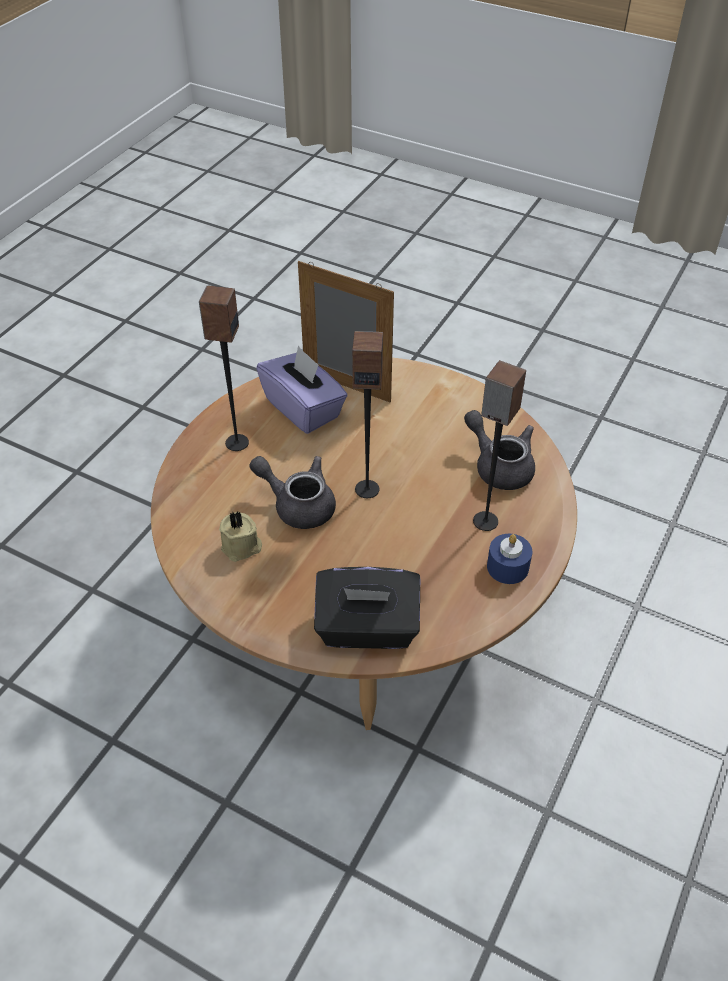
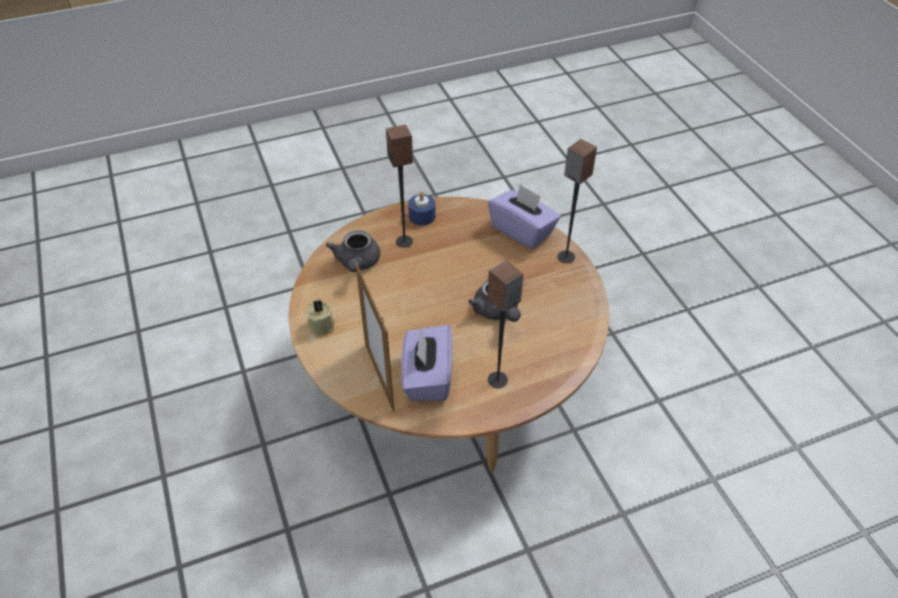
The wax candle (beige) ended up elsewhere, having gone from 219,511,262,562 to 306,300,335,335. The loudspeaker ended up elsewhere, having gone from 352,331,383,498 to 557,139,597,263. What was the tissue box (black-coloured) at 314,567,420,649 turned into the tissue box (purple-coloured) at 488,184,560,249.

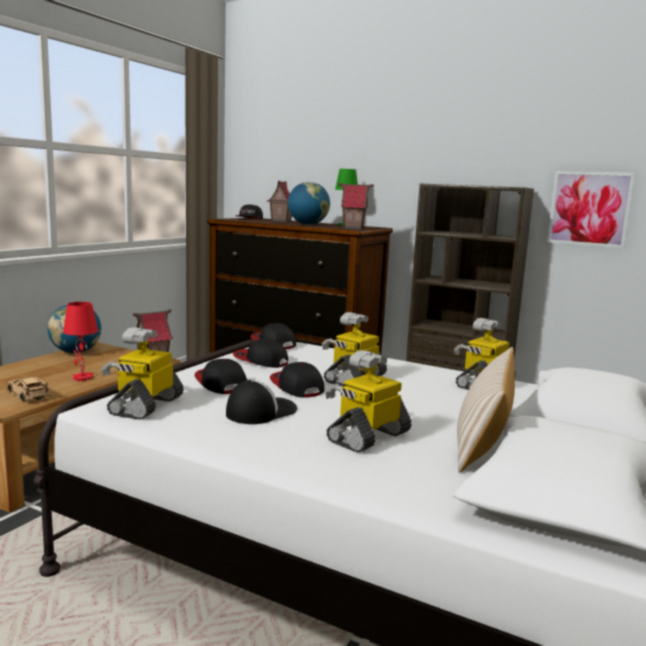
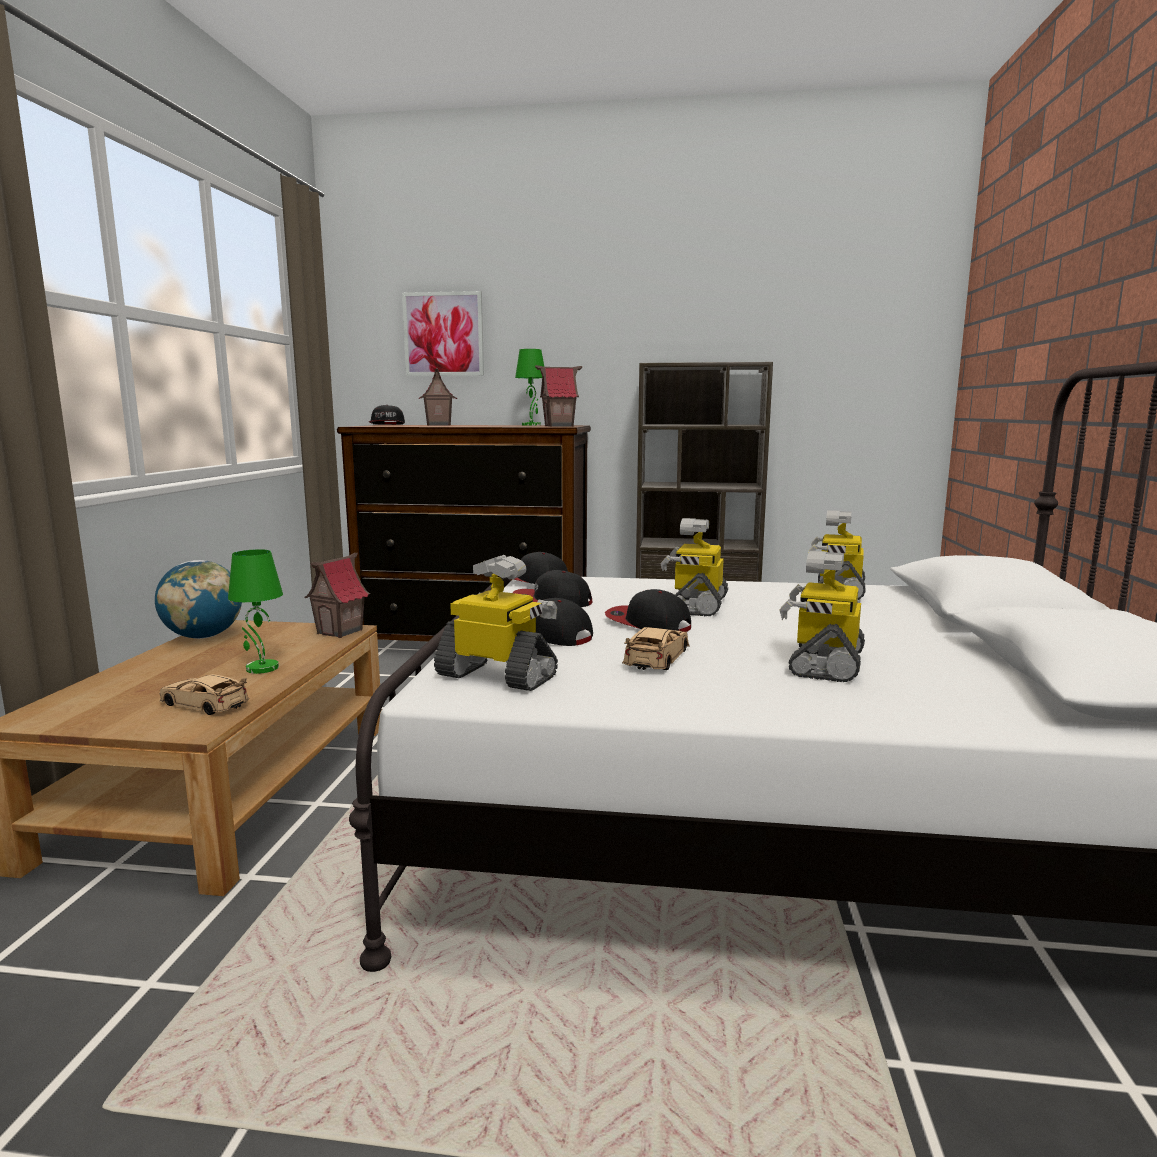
The second view lost the world globe at 288,182,330,225. The second view lost the throw pillow (beige) at 457,347,515,473. The wall art ended up elsewhere, having gone from 547,171,635,249 to 402,291,484,376. Where the baseball cap stood at 226,380,297,424, the miniature car (beige) came to stand at 622,627,690,670. What was the table lamp (red-coloured) at 63,302,98,381 turned into the table lamp (greenish) at 228,549,283,674. The model robot at 101,327,184,420 ended up facing another way, 120 degrees clockwise from before.

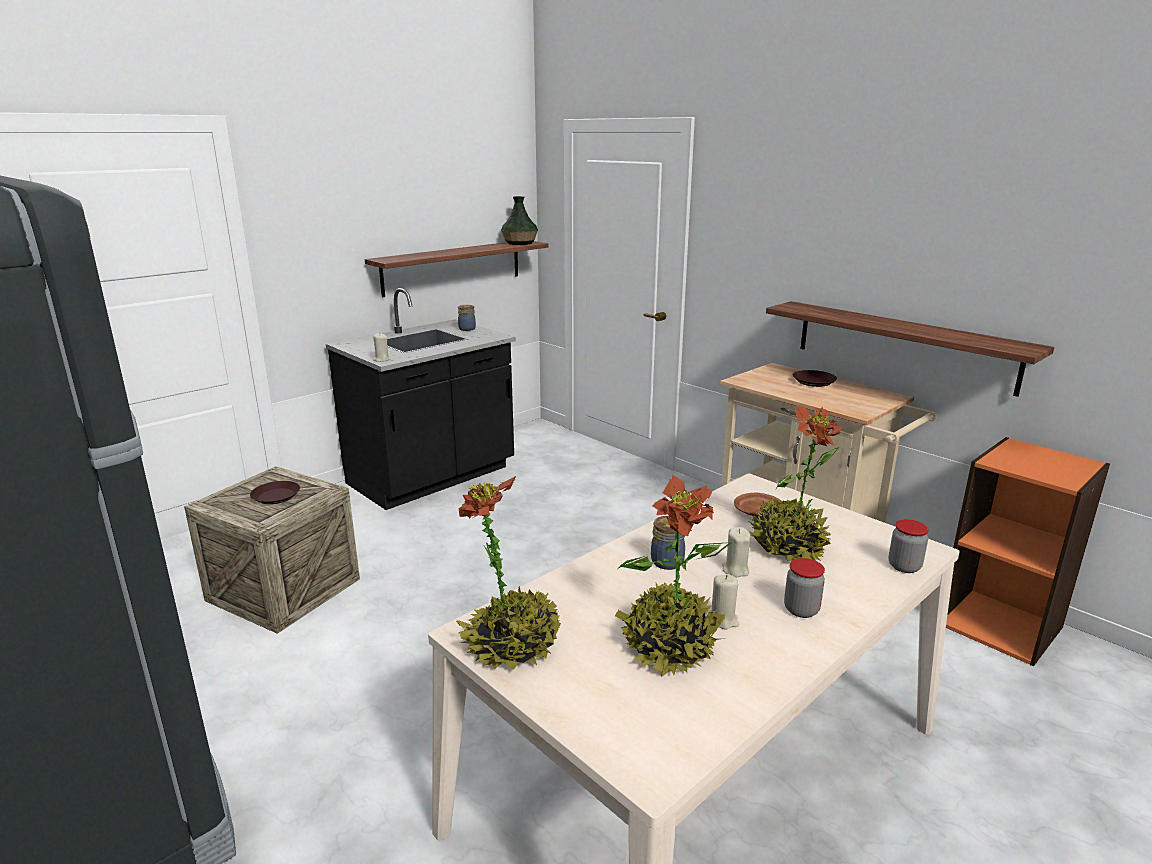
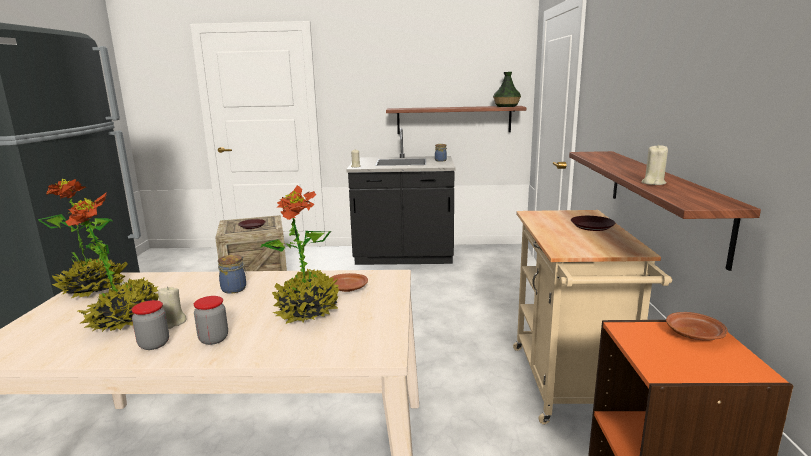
The second view gained the plate (brown) at 666,312,728,341. The wax candle (beige) ended up elsewhere, having gone from 722,527,750,577 to 641,144,668,185. The storage jar ended up elsewhere, having gone from 889,519,929,573 to 132,300,169,350.

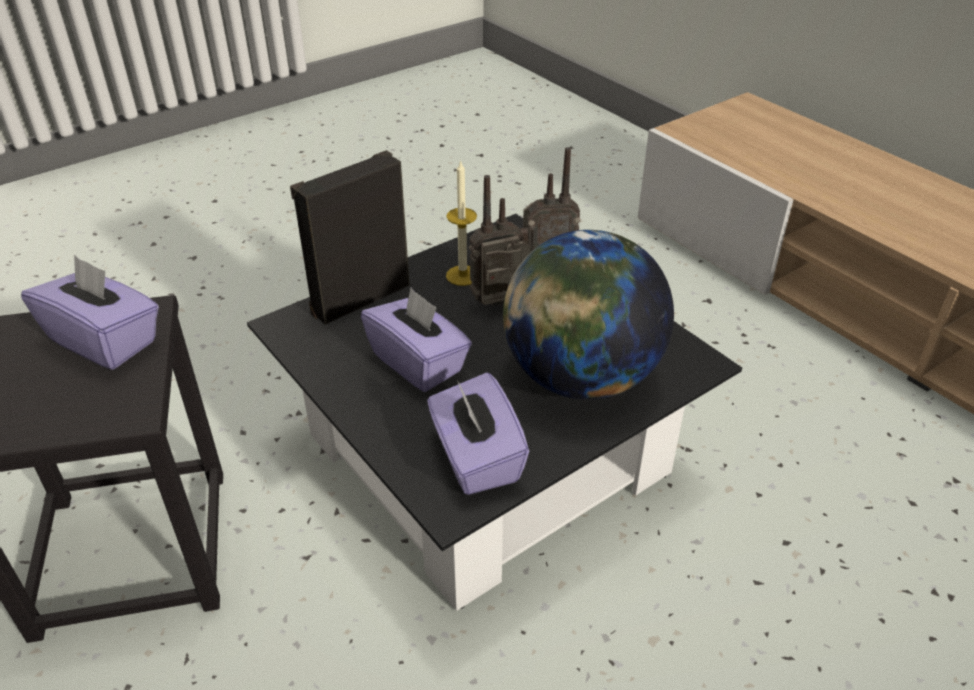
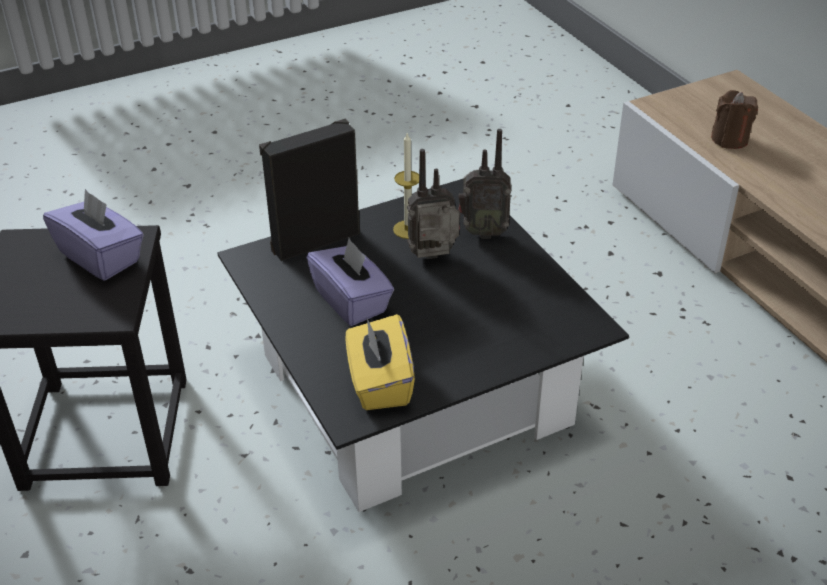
The second view lost the world globe at 503,230,674,400. The second view gained the wax candle (brown) at 711,90,758,149. What was the tissue box (purple-coloured) at 427,372,529,495 turned into the tissue box (yellow-coloured) at 345,314,415,410.

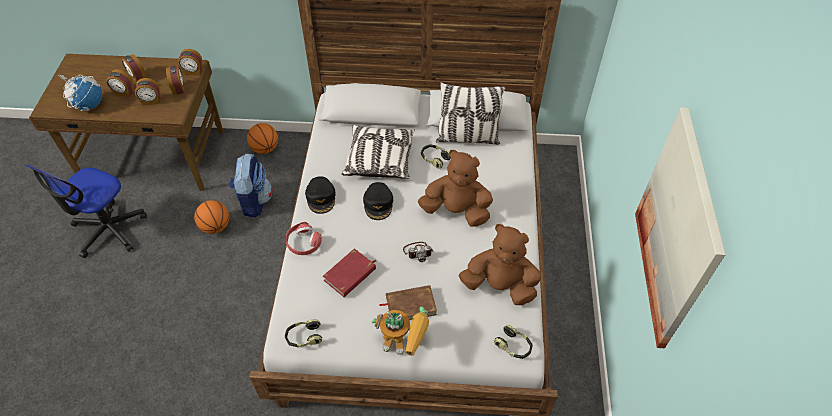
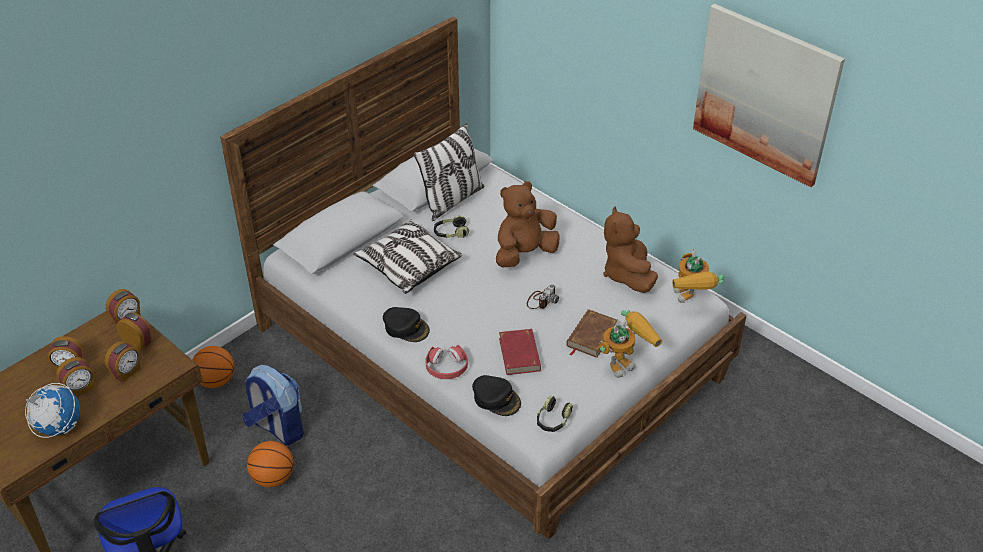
The baseball cap (black-coloured) ended up elsewhere, having gone from 363,182,393,220 to 472,375,521,416. Where the headphones stood at 494,325,533,359, the model robot came to stand at 672,248,724,303. The plush toy (brown) at 459,224,541,305 ended up facing another way, 60 degrees counterclockwise from before.

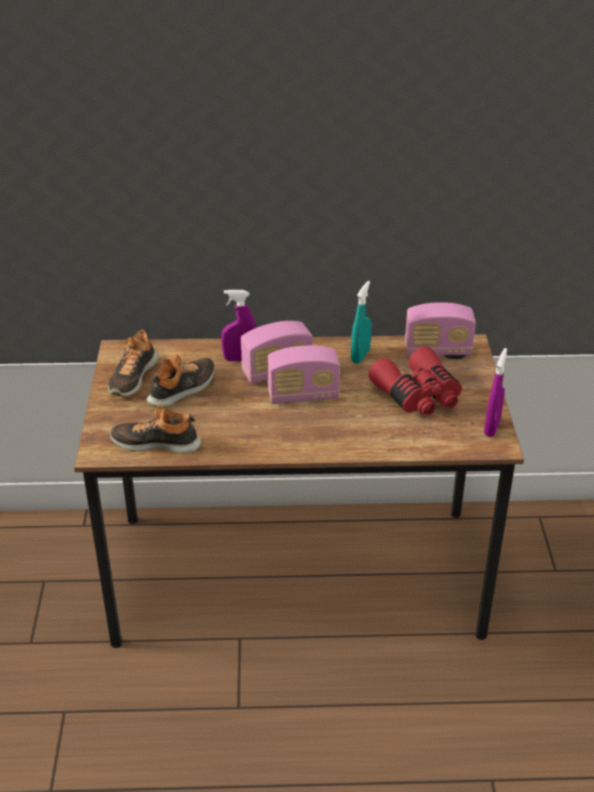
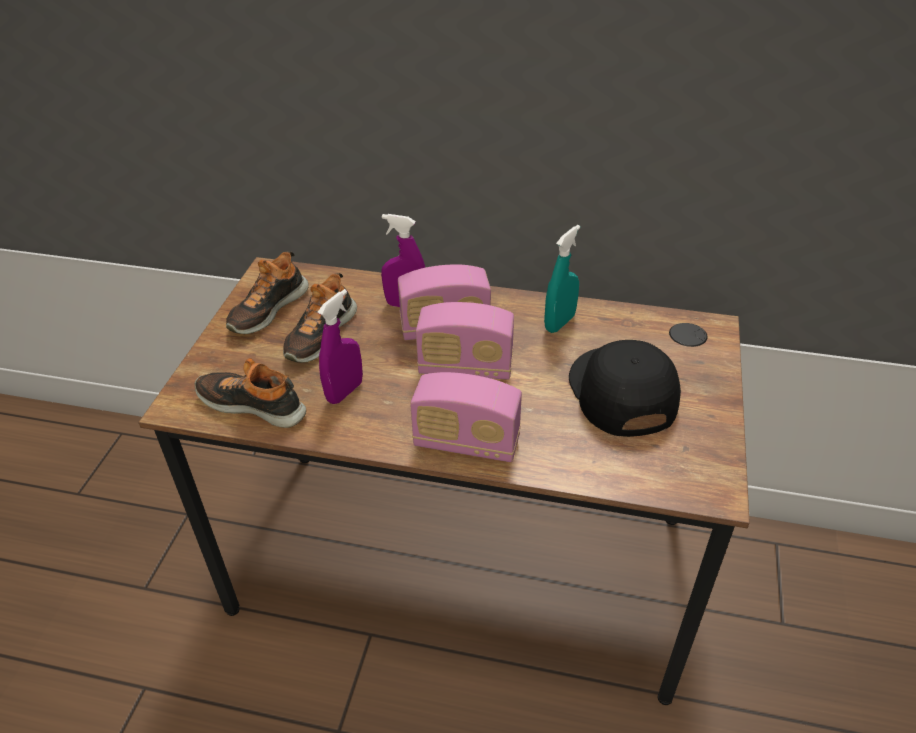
The radio receiver ended up elsewhere, having gone from 405,302,476,356 to 410,372,522,462. The sprayer (purple-coloured) ended up elsewhere, having gone from 484,348,507,437 to 317,289,363,404. Where the pair of binoculars (red-coloured) stood at 368,346,462,416, the baseball cap (black-coloured) came to stand at 569,340,681,437. The low shoe at 146,354,215,408 ended up facing another way, 150 degrees clockwise from before.

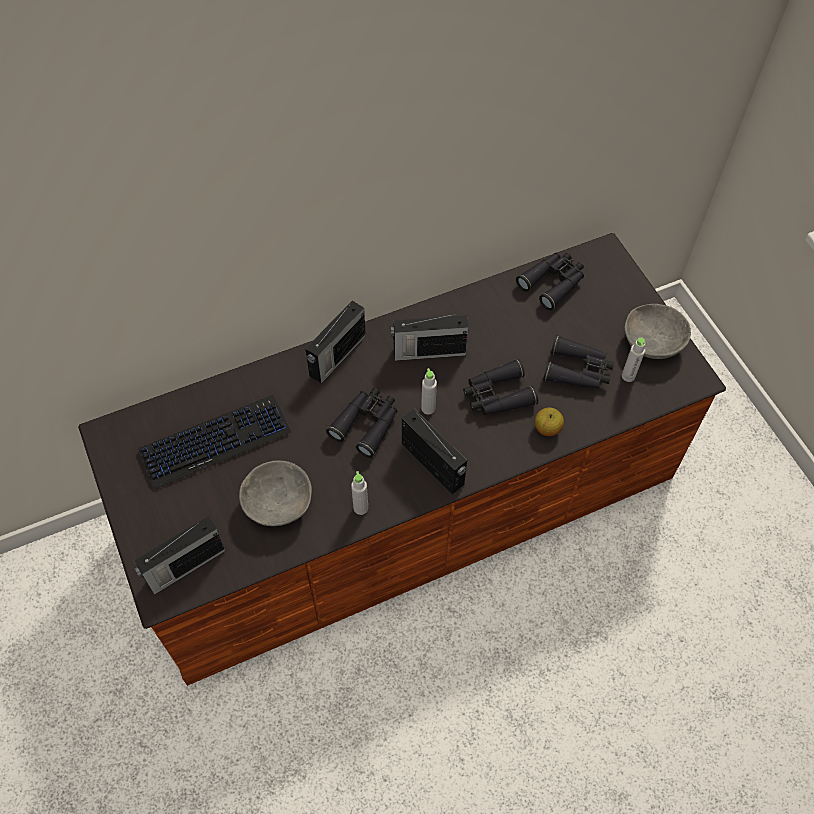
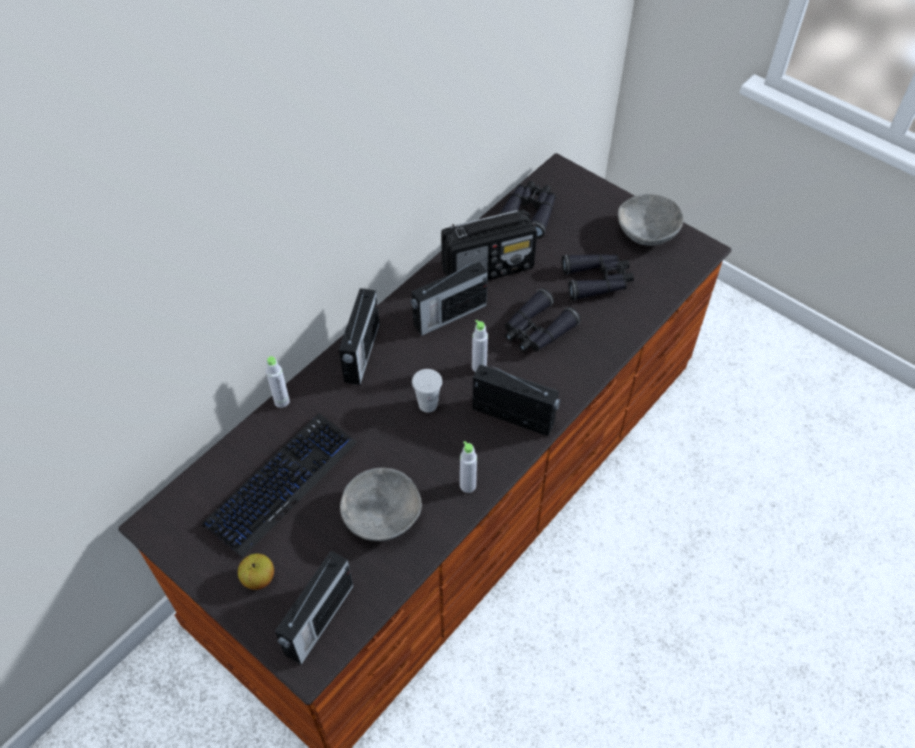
The second view gained the radio receiver at 441,210,537,280. The apple fruit ended up elsewhere, having gone from 535,408,564,436 to 238,554,274,590. The bottle (gray) ended up elsewhere, having gone from 622,338,645,382 to 266,356,290,408. Where the pair of binoculars (black-coloured) stood at 326,388,398,458, the small cup (white) came to stand at 412,369,442,413.

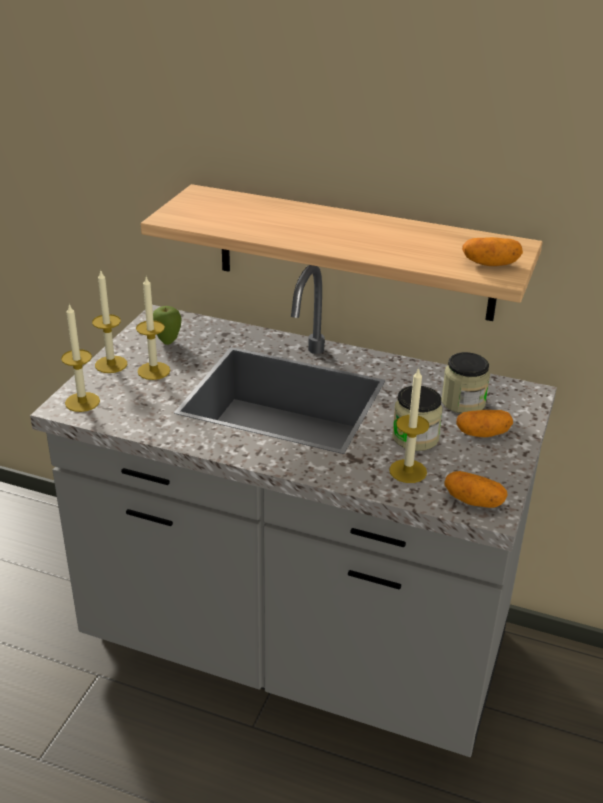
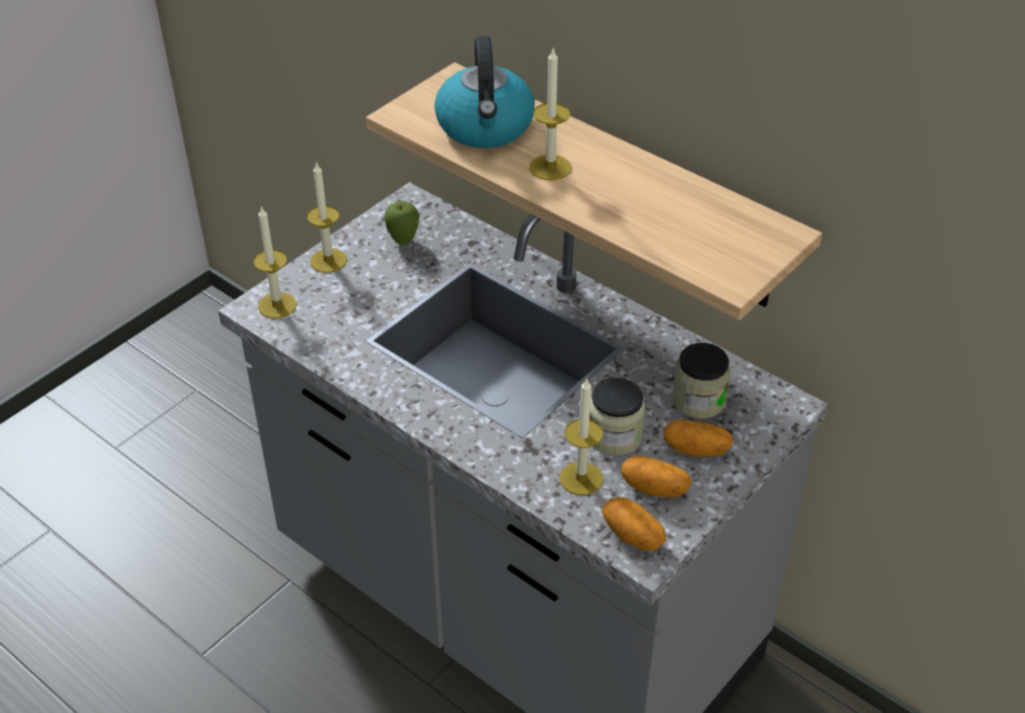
The second view gained the tea kettle at 434,36,535,148. The wax candle ended up elsewhere, having gone from 136,277,170,380 to 530,47,571,180. The potato ended up elsewhere, having gone from 462,237,523,266 to 621,455,692,498.

